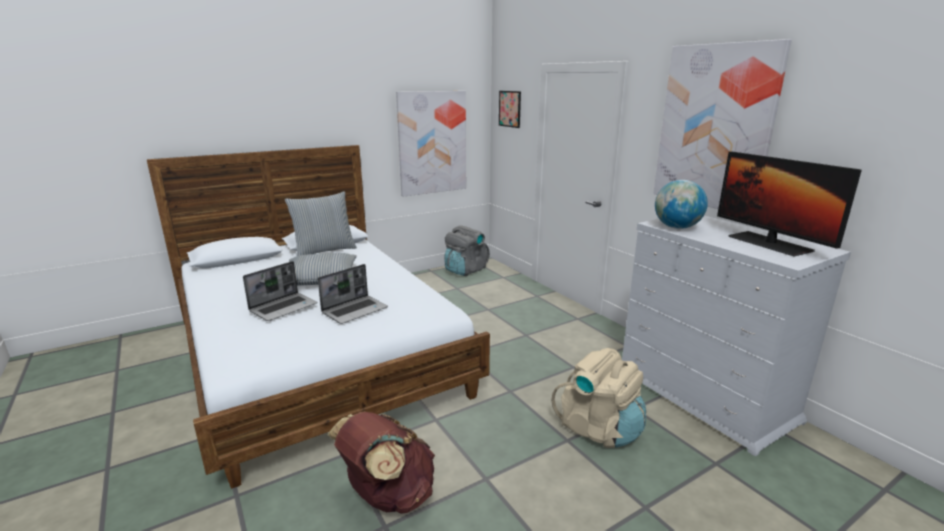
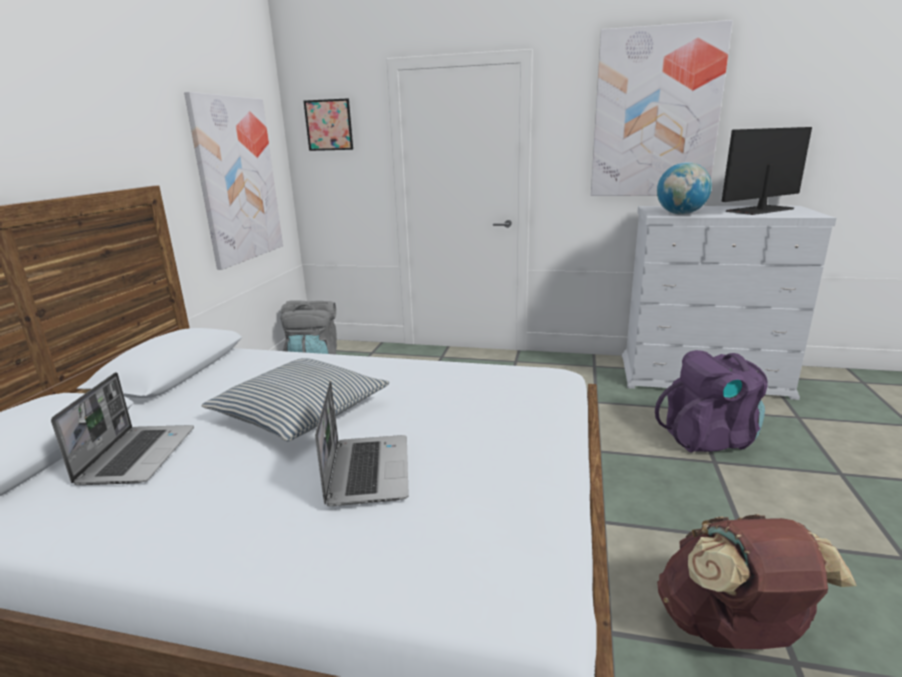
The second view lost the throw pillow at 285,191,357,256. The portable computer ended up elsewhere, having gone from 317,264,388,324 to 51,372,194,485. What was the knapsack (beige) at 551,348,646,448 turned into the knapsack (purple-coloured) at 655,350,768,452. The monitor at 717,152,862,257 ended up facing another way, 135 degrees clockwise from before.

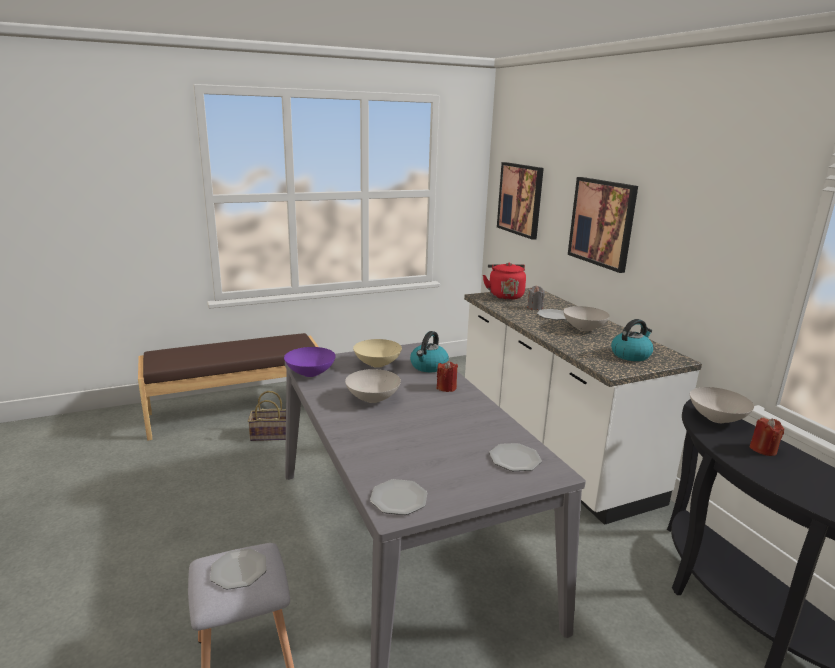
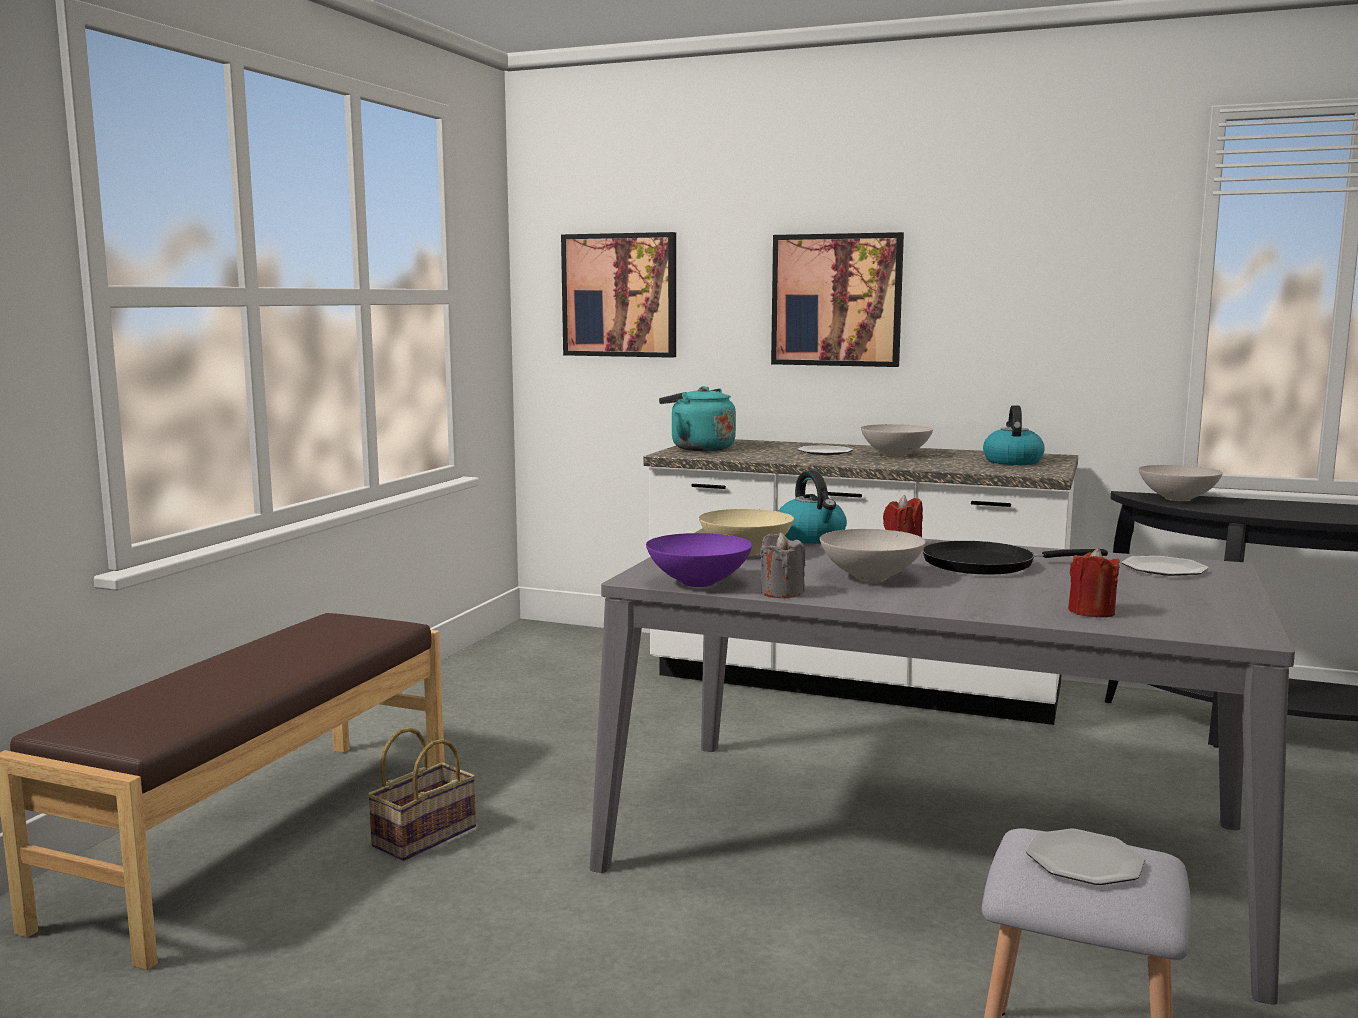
The second view lost the plate at 370,479,427,515. The second view gained the frying pan (black-coloured) at 922,541,1108,574. The wax candle (gray) ended up elsewhere, having gone from 527,286,545,310 to 760,532,805,598. The wax candle (red-coloured) ended up elsewhere, having gone from 750,418,785,456 to 1068,548,1120,617. What was the tea kettle (red-coloured) at 483,263,526,300 turned into the tea kettle (turquoise) at 659,386,736,451.

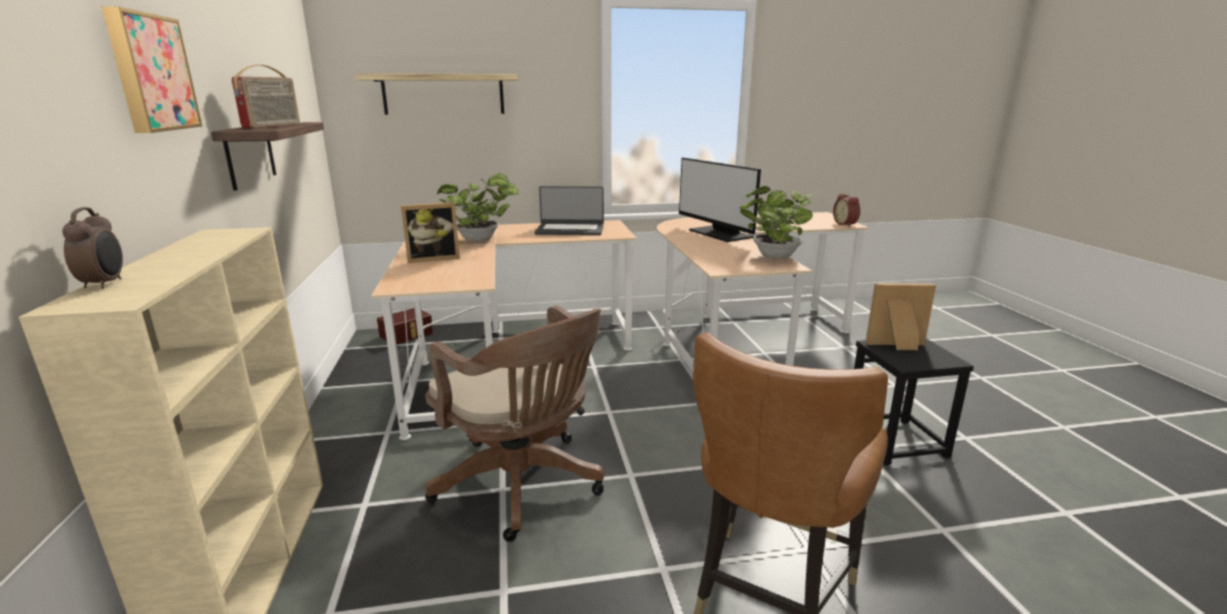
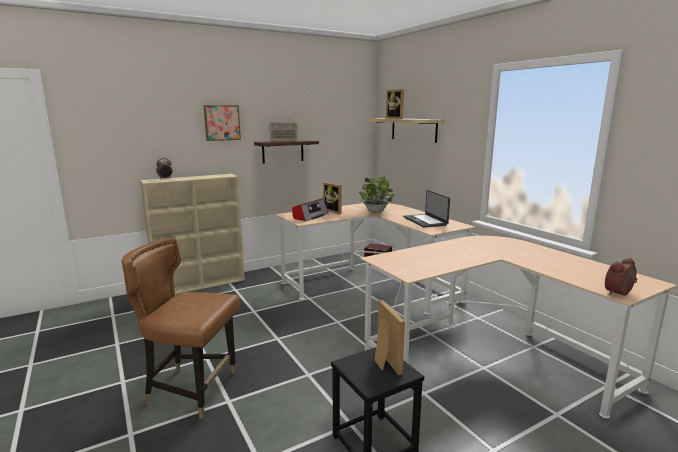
The second view lost the desk chair (brown) at 425,306,604,542. The second view lost the monitor at 679,158,761,242. The second view lost the houseplant at 739,186,814,259. The second view gained the radio receiver at 292,198,329,221. The second view gained the picture frame at 386,89,404,119.

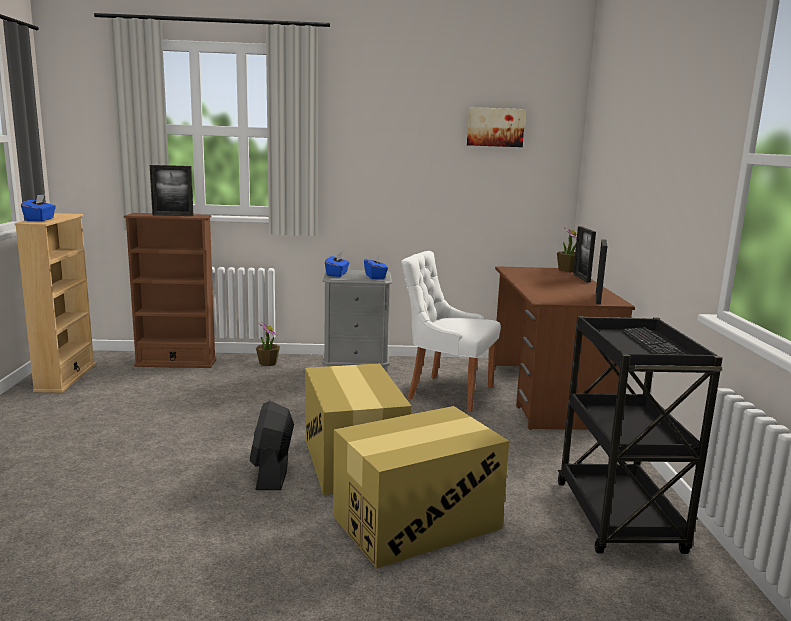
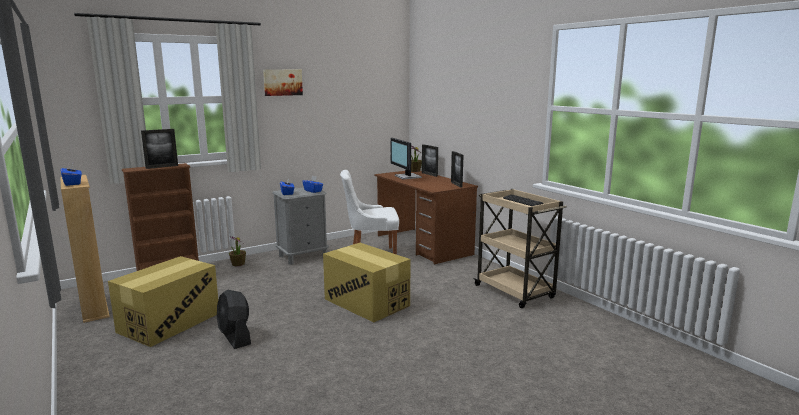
The second view gained the monitor at 390,138,422,179. The fan (black-coloured) ended up elsewhere, having gone from 250,401,294,490 to 217,290,251,349. The cardboard box ended up elsewhere, having gone from 333,406,509,569 to 108,256,218,347. The wall art ended up elsewhere, having gone from 467,107,526,147 to 263,69,303,96. What was the wheeled cart (black-coloured) at 558,316,723,554 turned into the wheeled cart (beige) at 474,189,567,308.

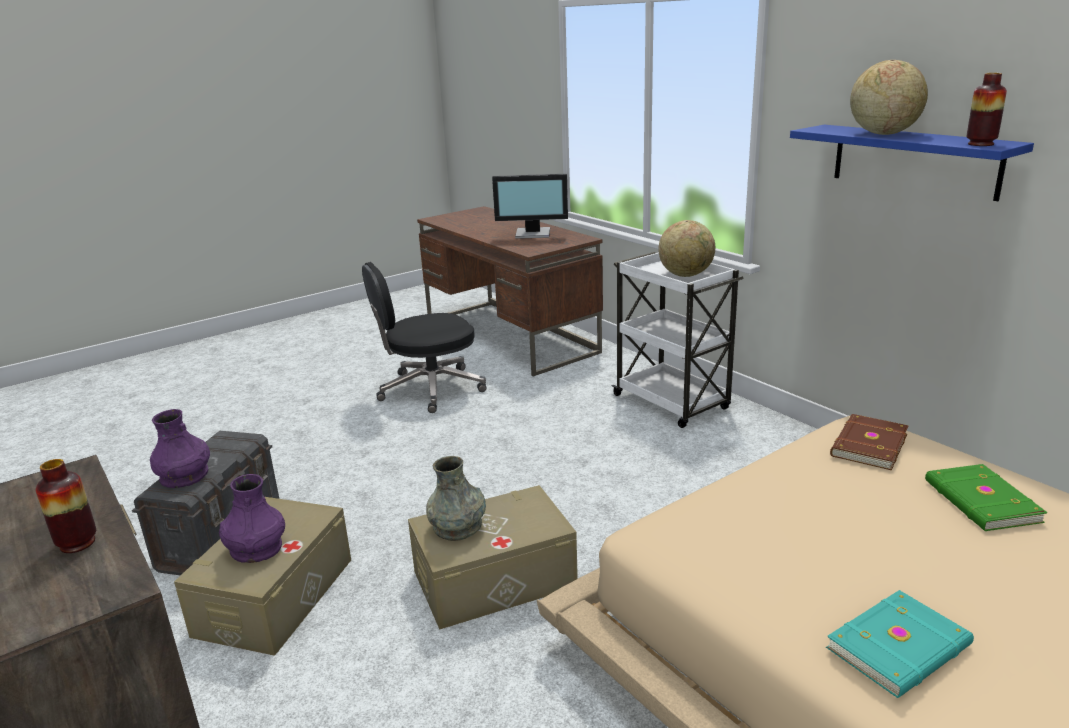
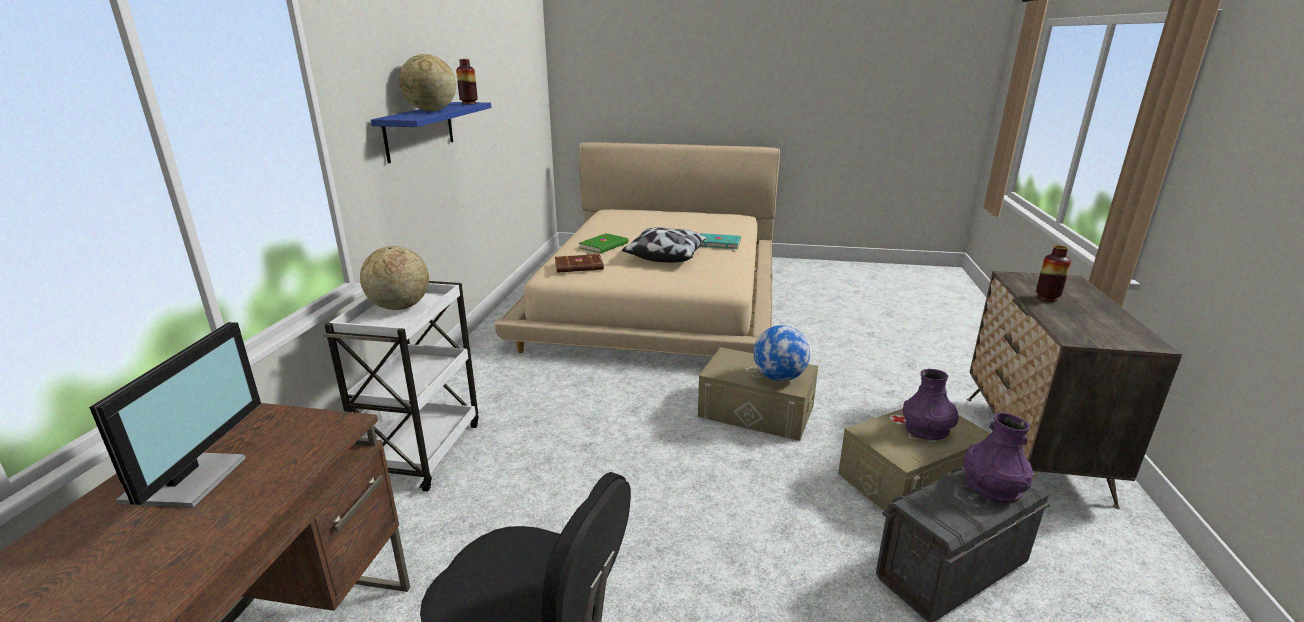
The second view gained the throw pillow at 622,227,708,262. Where the vase (gray) stood at 426,456,486,541, the world globe came to stand at 753,325,810,381. The monitor at 492,174,568,239 ended up facing another way, 45 degrees clockwise from before.

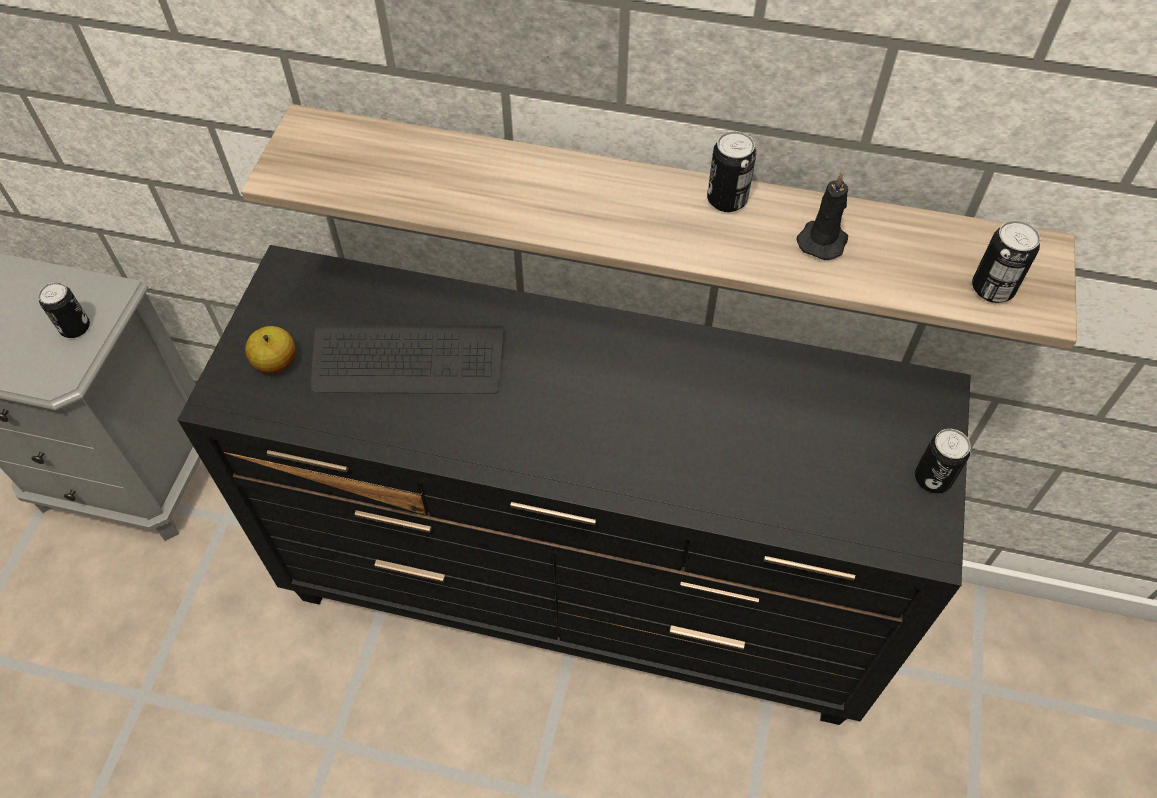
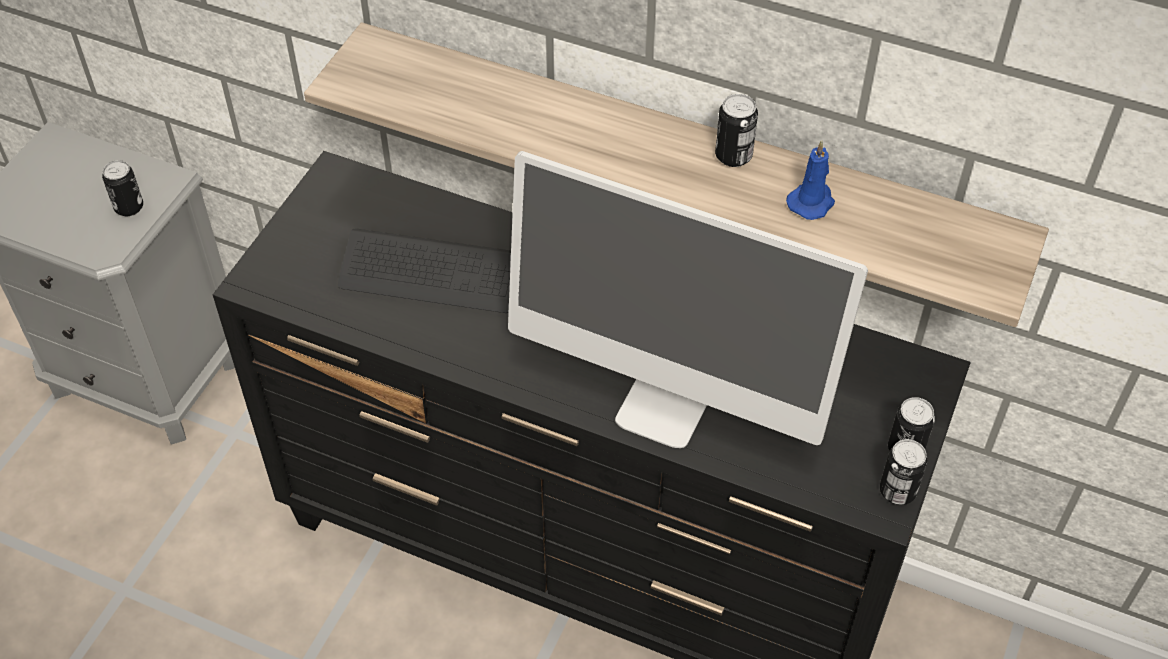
The second view lost the apple fruit at 245,326,296,373. The second view gained the monitor at 508,151,868,448. The can ended up elsewhere, having gone from 972,220,1041,303 to 880,439,928,505. What was the wax candle (black-coloured) at 797,172,848,260 turned into the wax candle (bluish) at 786,140,835,220.

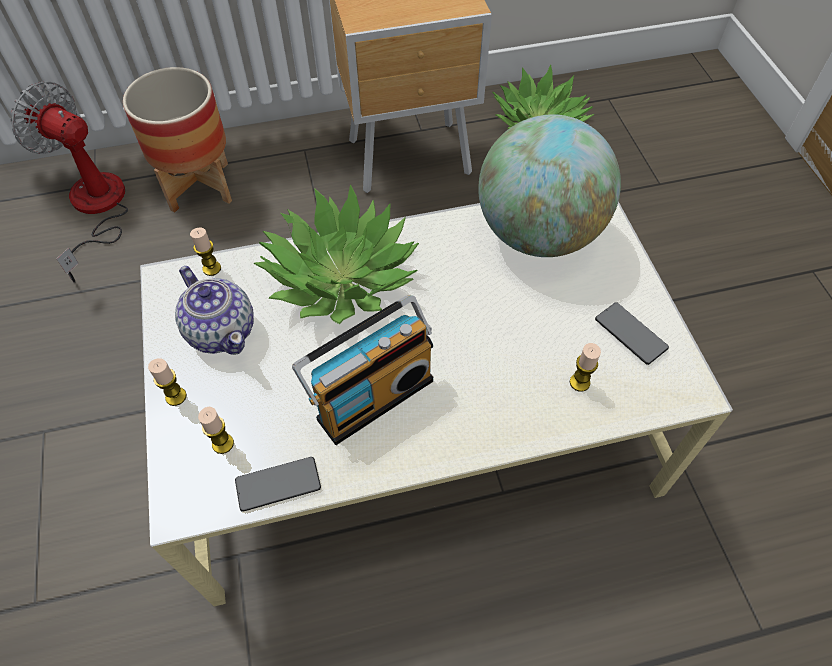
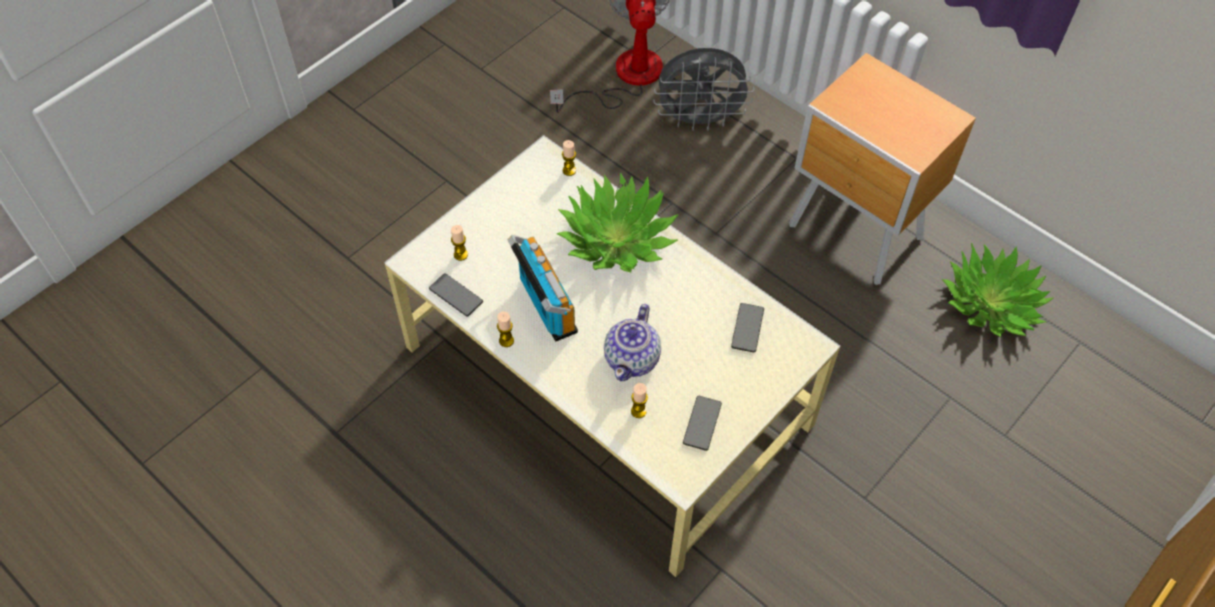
The wax candle ended up elsewhere, having gone from 148,358,187,406 to 497,311,514,347. The teapot ended up elsewhere, having gone from 175,266,254,355 to 604,304,661,381. Where the planter stood at 123,67,232,213, the fan (gray) came to stand at 653,48,754,131. Where the world globe stood at 478,114,621,257, the telephone came to stand at 731,303,764,352. The radio receiver at 292,295,433,445 ended up facing another way, 135 degrees counterclockwise from before.

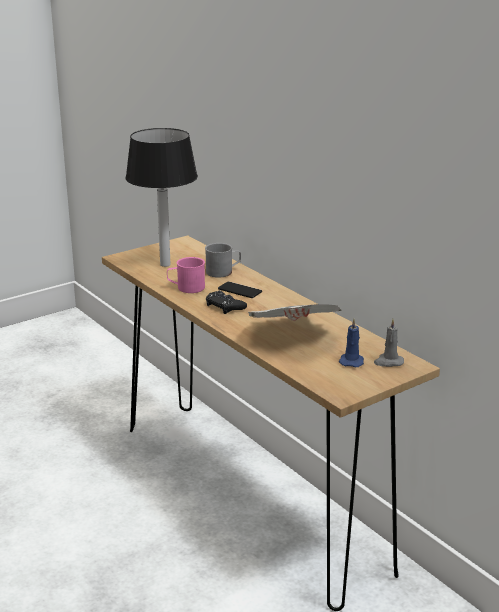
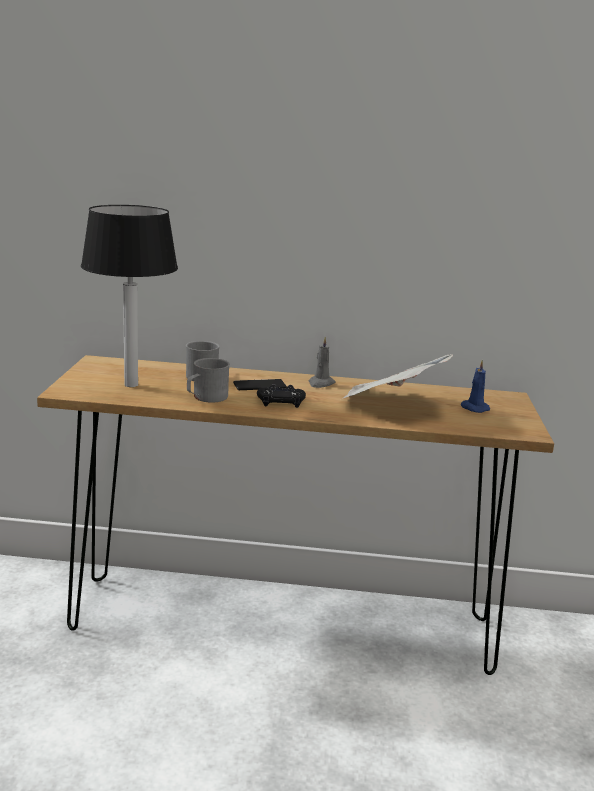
The wax candle (gray) ended up elsewhere, having gone from 374,319,404,367 to 309,337,336,388. What was the mug (pink-coloured) at 167,257,205,293 turned into the mug (gray) at 187,358,230,403.

